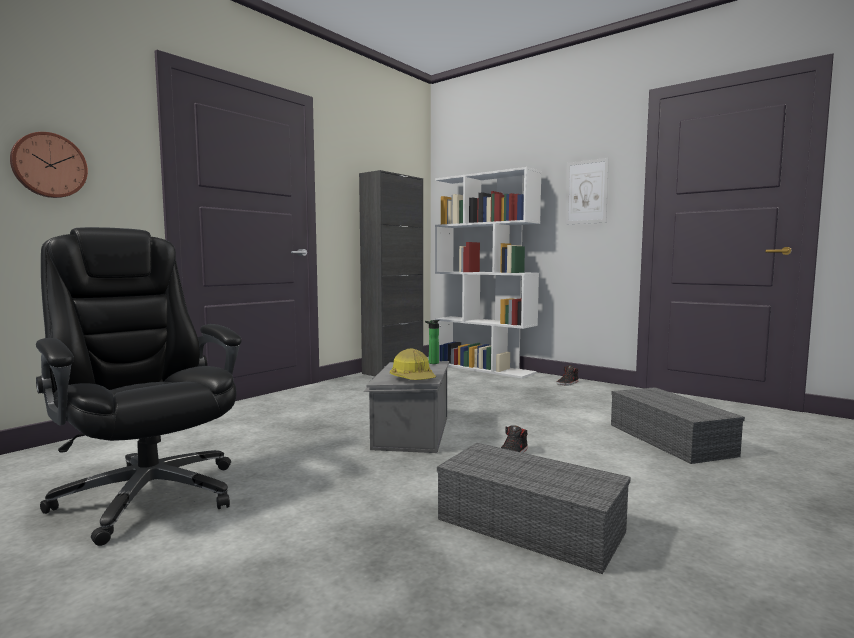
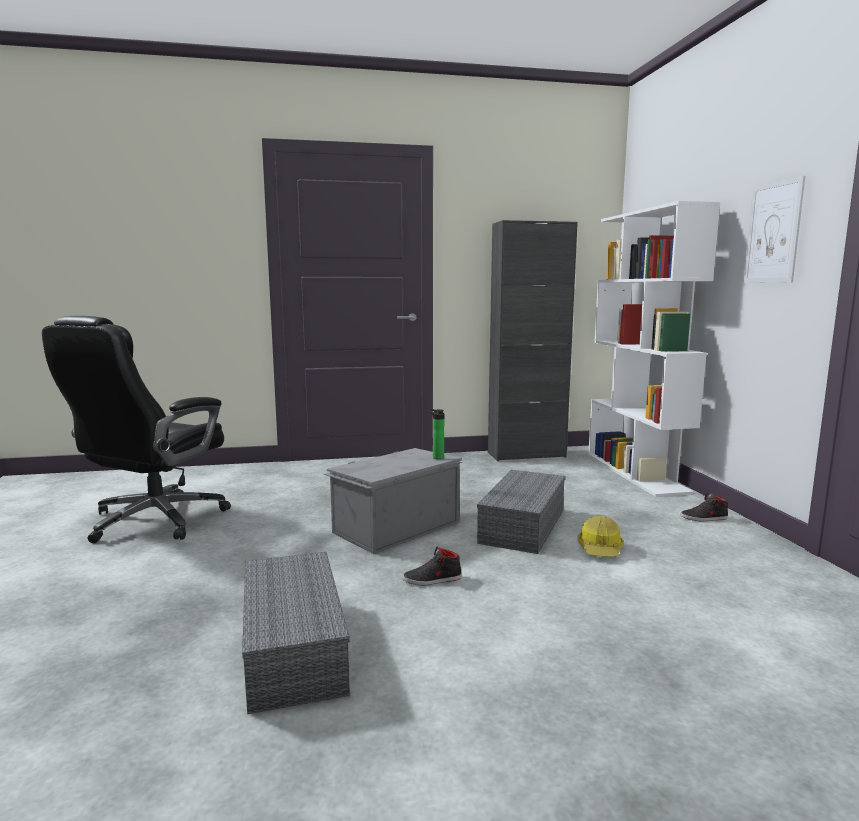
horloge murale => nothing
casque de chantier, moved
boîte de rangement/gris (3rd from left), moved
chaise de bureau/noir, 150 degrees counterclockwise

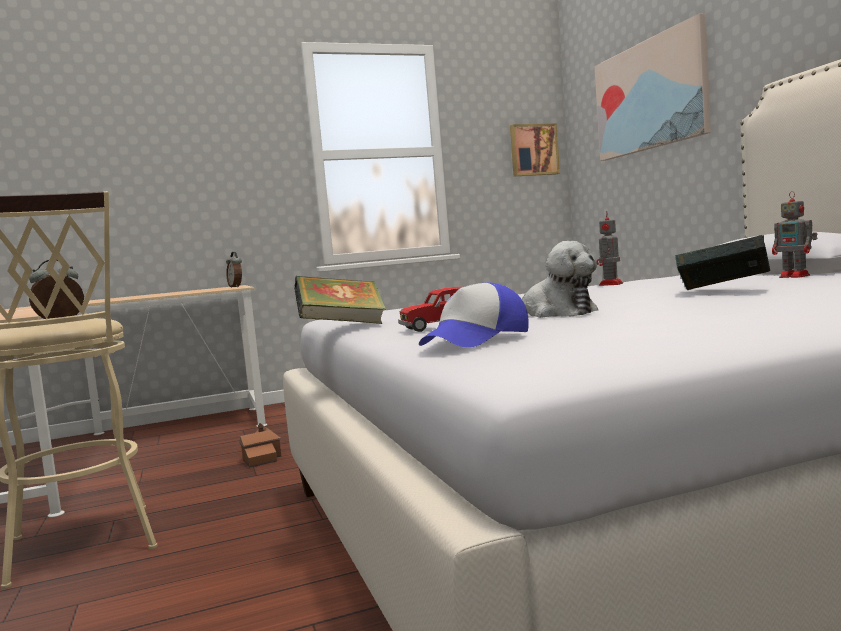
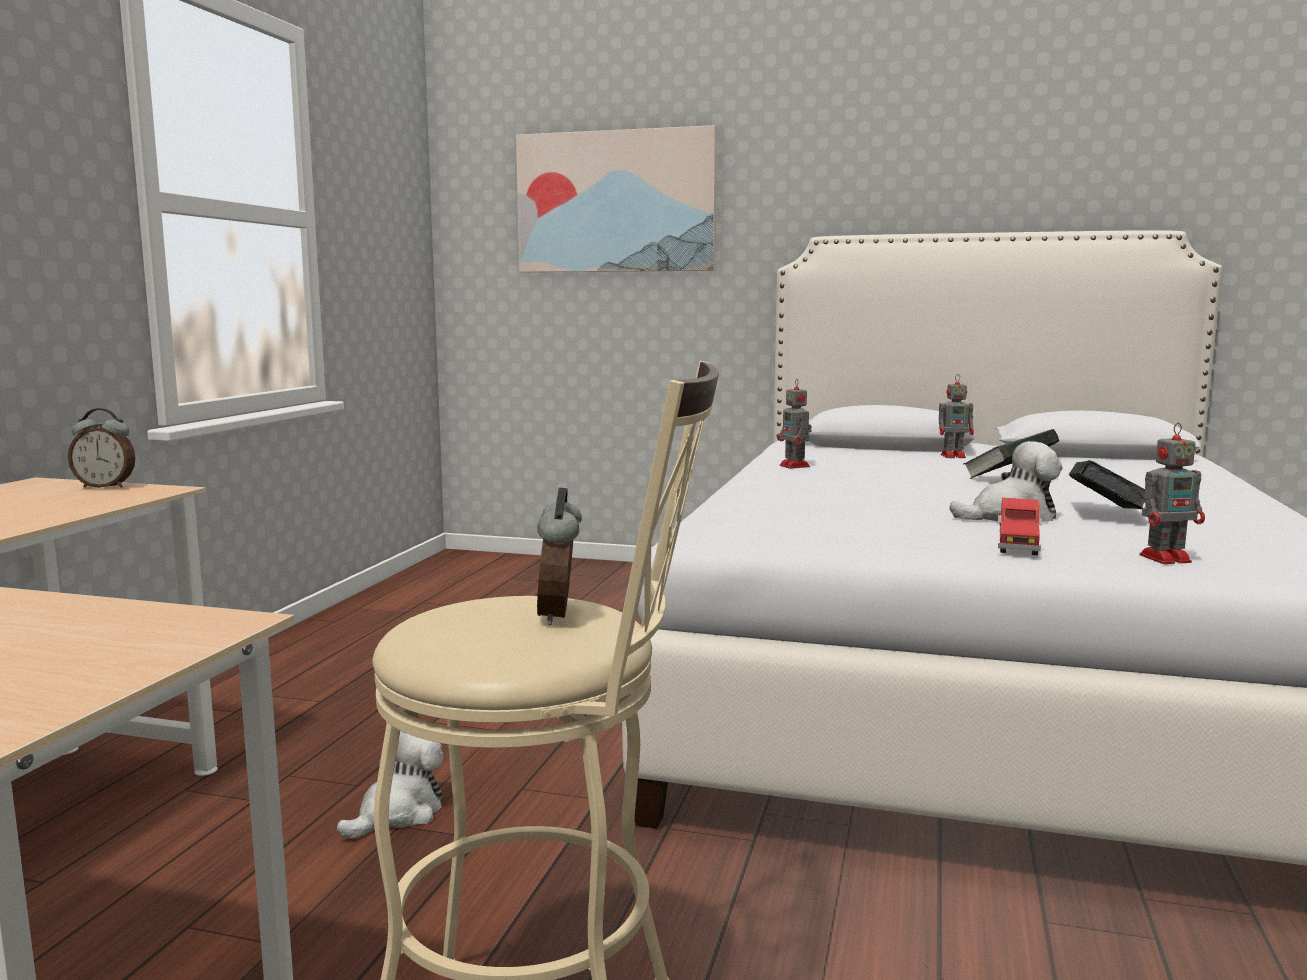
tableau (1st from left) => nothing
livre (1st from left in the first image) => livre (2nd from left), moved
maison miniature => peluche (1st from left)
casquette => robot jouet (3rd from left)

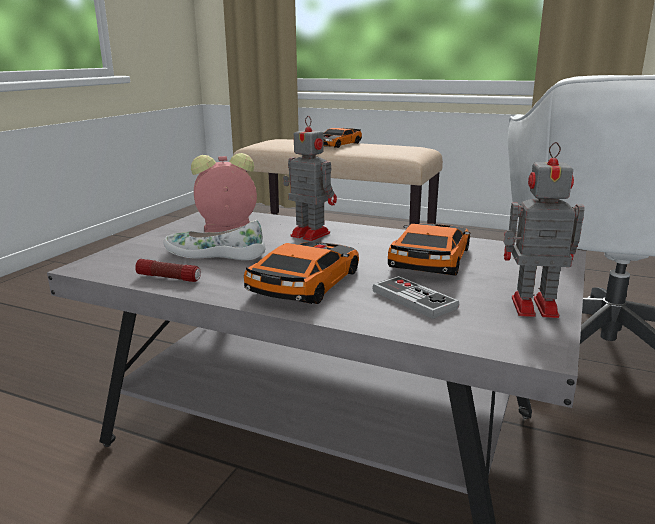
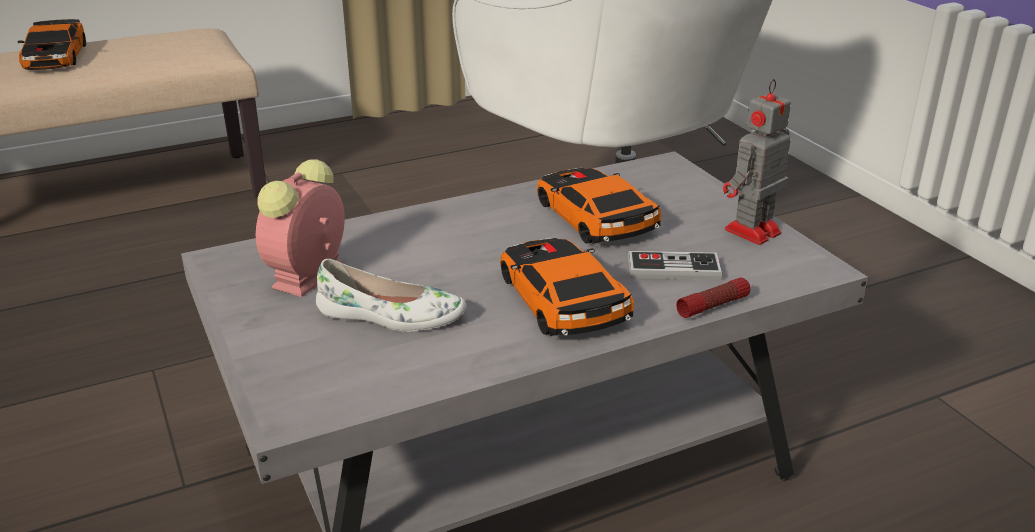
robot jouet (1st from left) => nothing
lampe de poche, moved
chaussure/blanc, 135 degrees counterclockwise

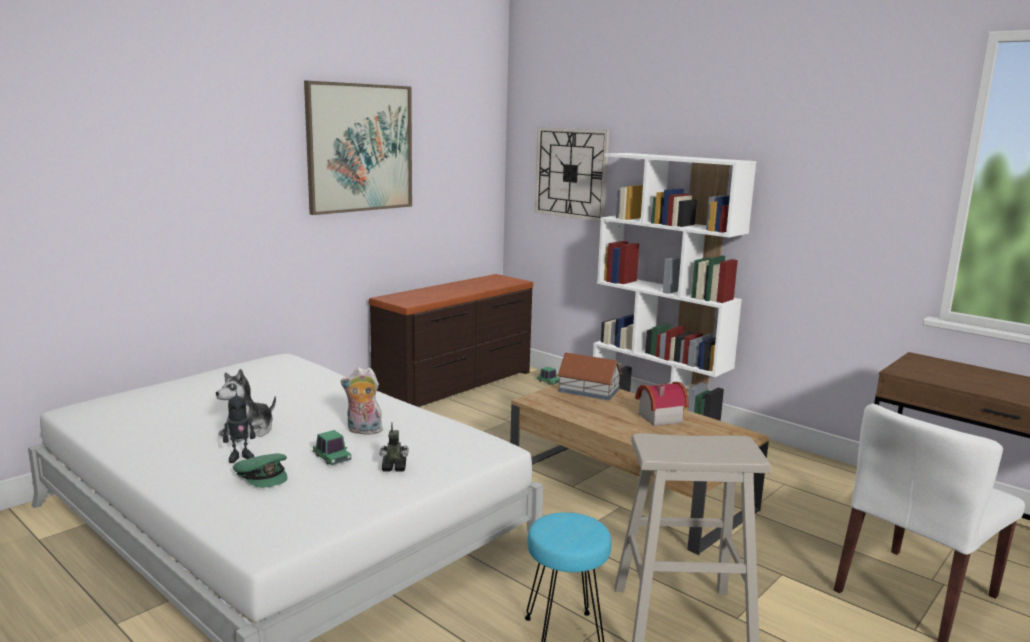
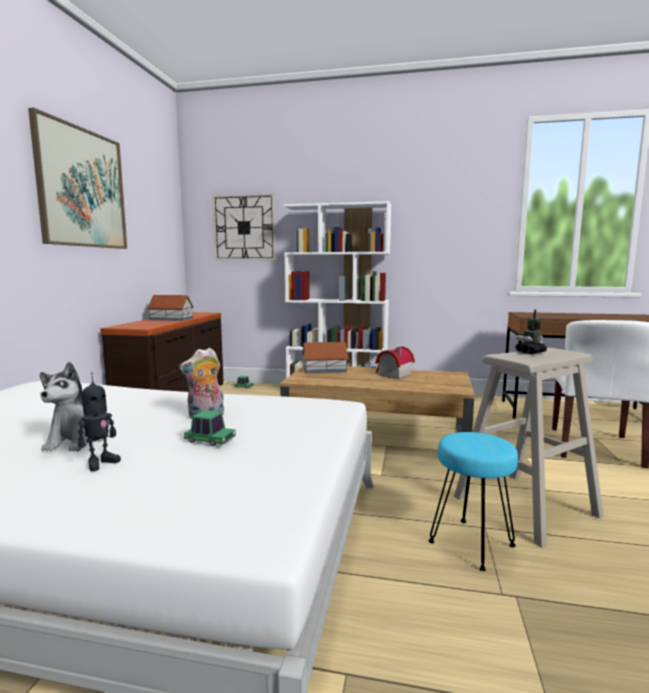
casquette/vert => nothing
nothing => maison miniature (1st from left)
robot jouet (2nd from left), moved

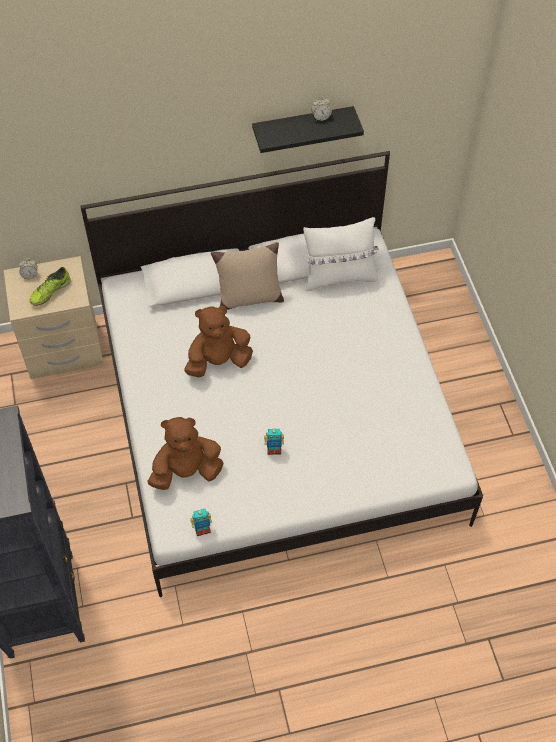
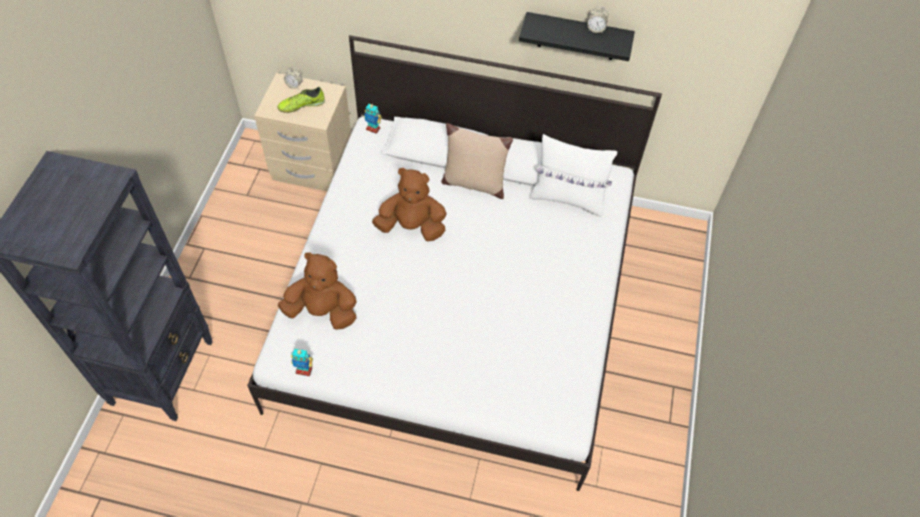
robot jouet (2nd from left), moved

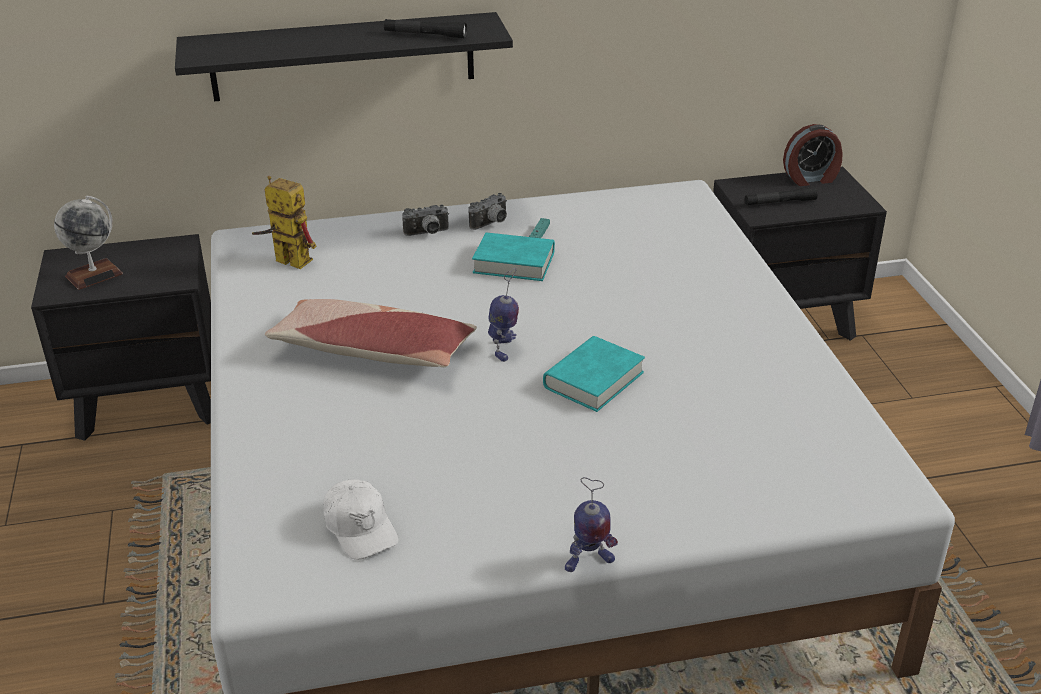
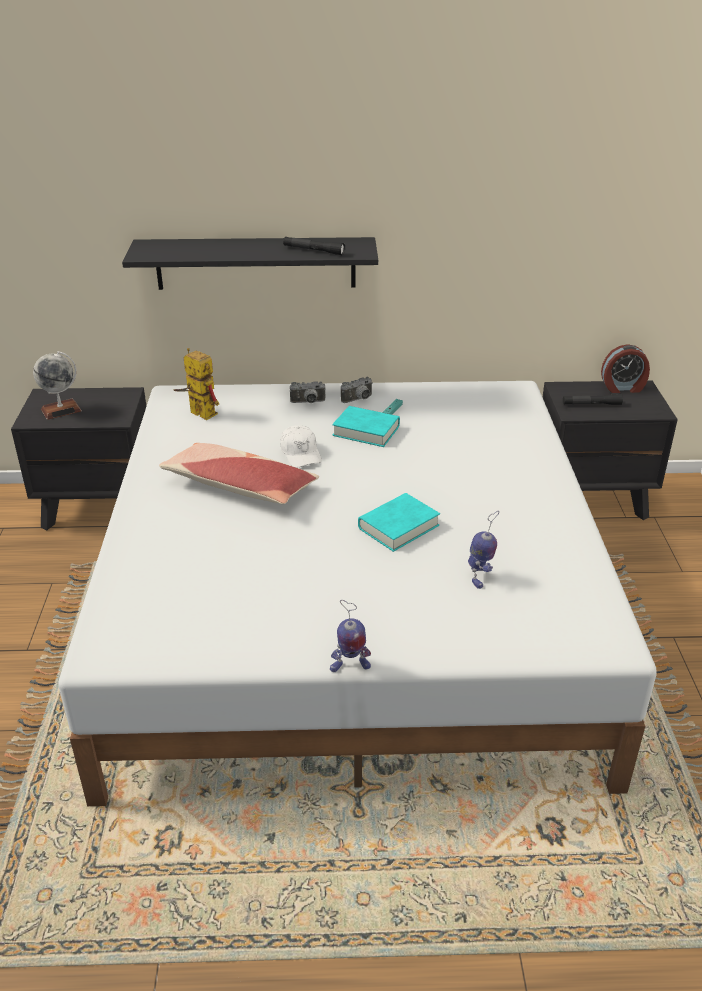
casquette/blanc, moved
robot jouet (2nd from left in the first image) => robot jouet (3rd from left), moved

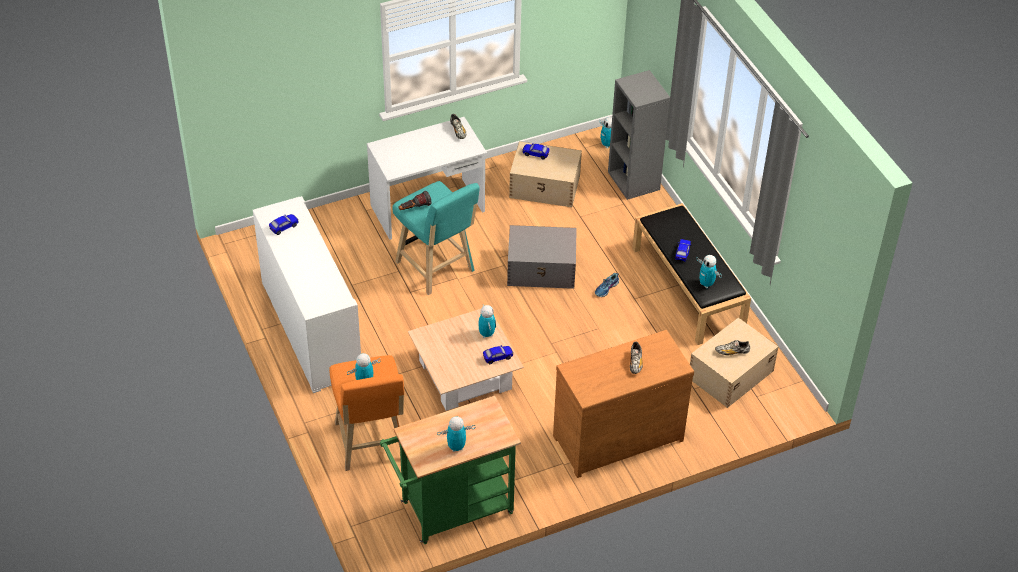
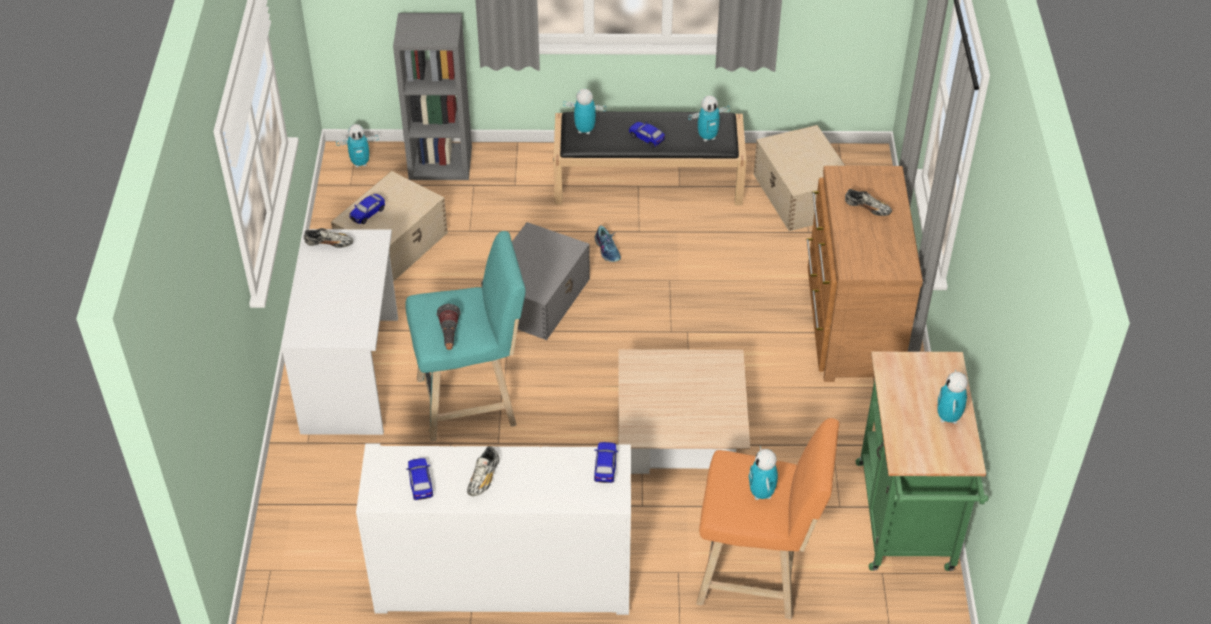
robot jouet (3rd from left in the first image) => robot jouet (2nd from left), moved
petite voiture (2nd from left in the first image) => petite voiture (3rd from left), moved
chaussure (4th from left in the first image) => chaussure (2nd from left), moved

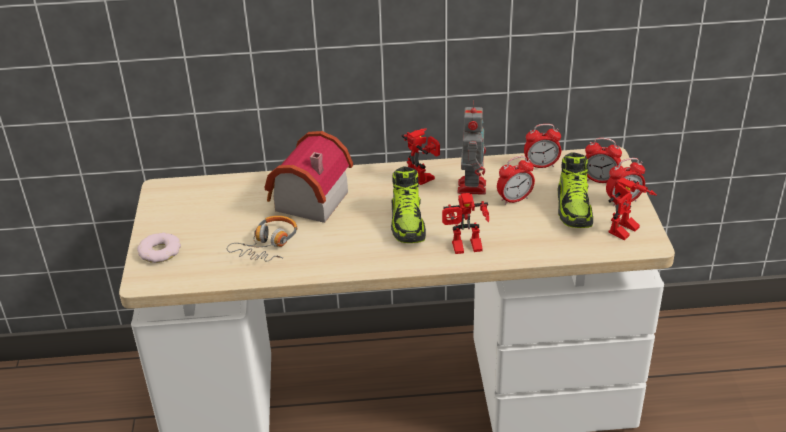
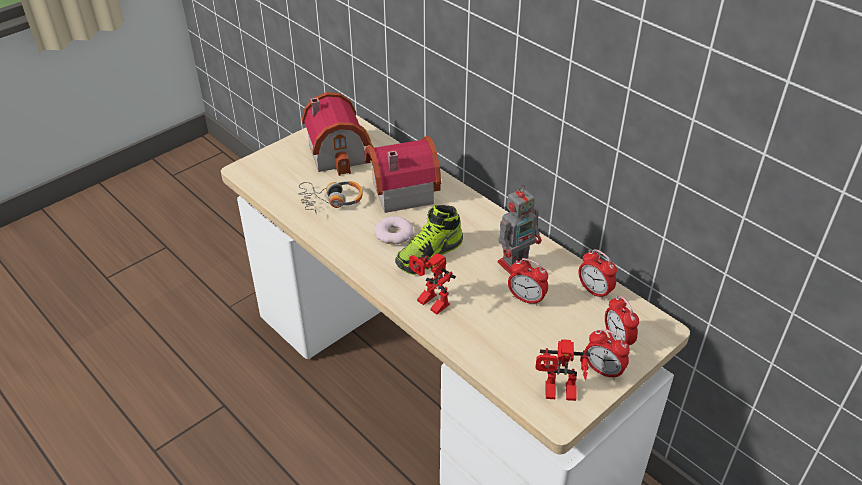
robot jouet (1st from left) => nothing
chaussure (2nd from left) => nothing
nothing => maison miniature (1st from left)
beignet, moved

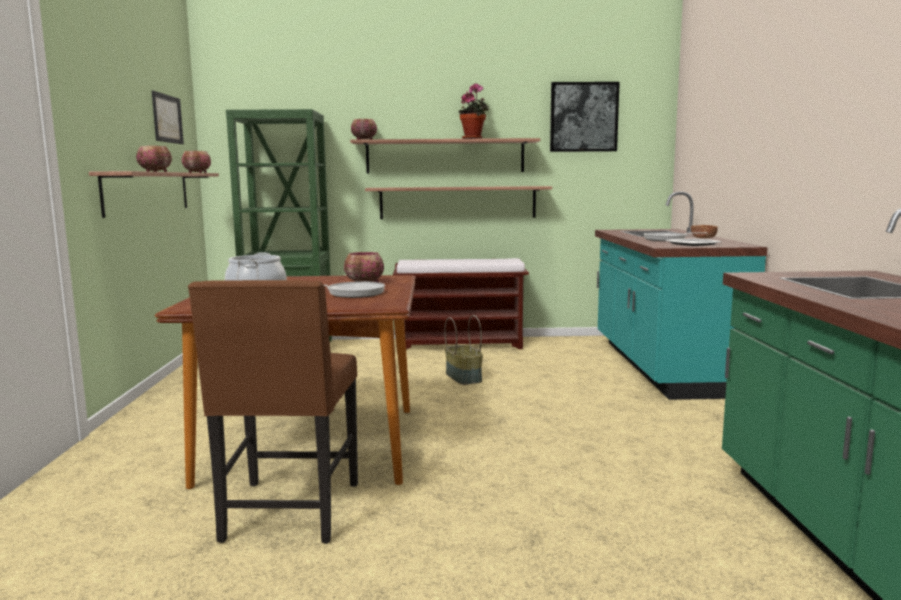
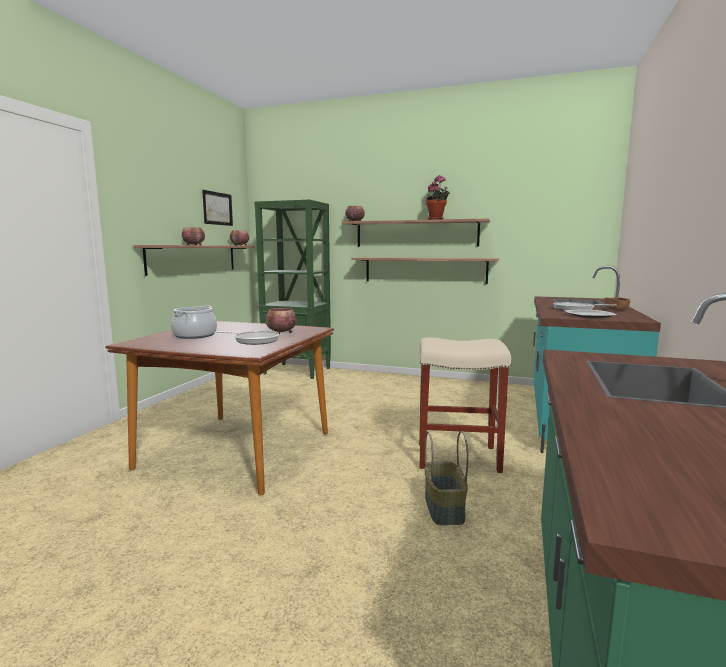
chaise/marron => nothing
banc/marron => nothing
tableau (2nd from left) => nothing
nothing => tabouret/beige
panier, moved

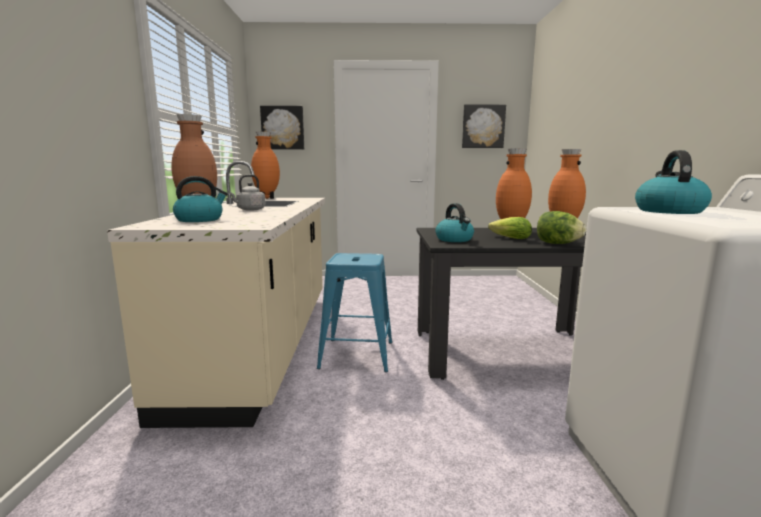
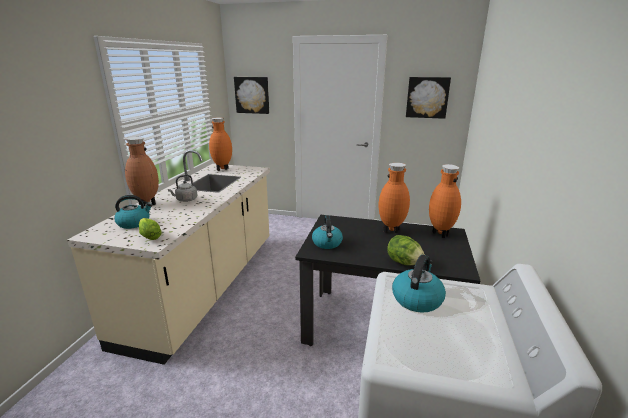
tabouret/bleu => nothing
laitue (1st from left), moved

